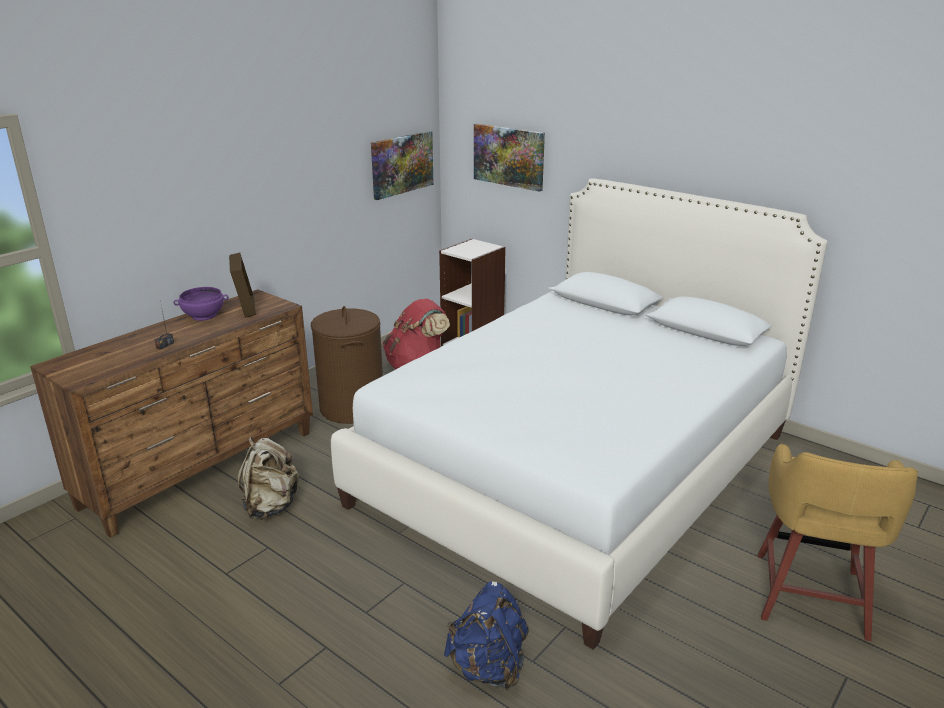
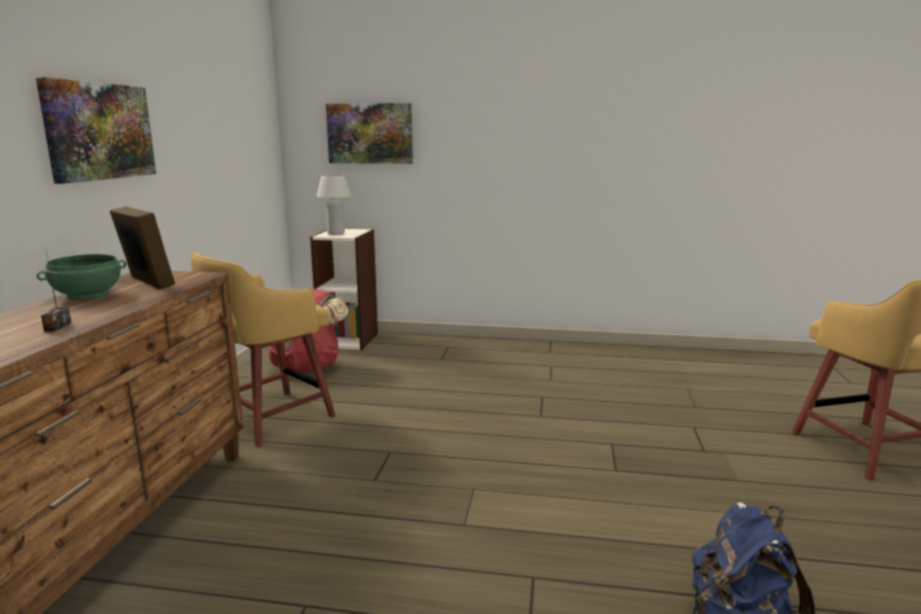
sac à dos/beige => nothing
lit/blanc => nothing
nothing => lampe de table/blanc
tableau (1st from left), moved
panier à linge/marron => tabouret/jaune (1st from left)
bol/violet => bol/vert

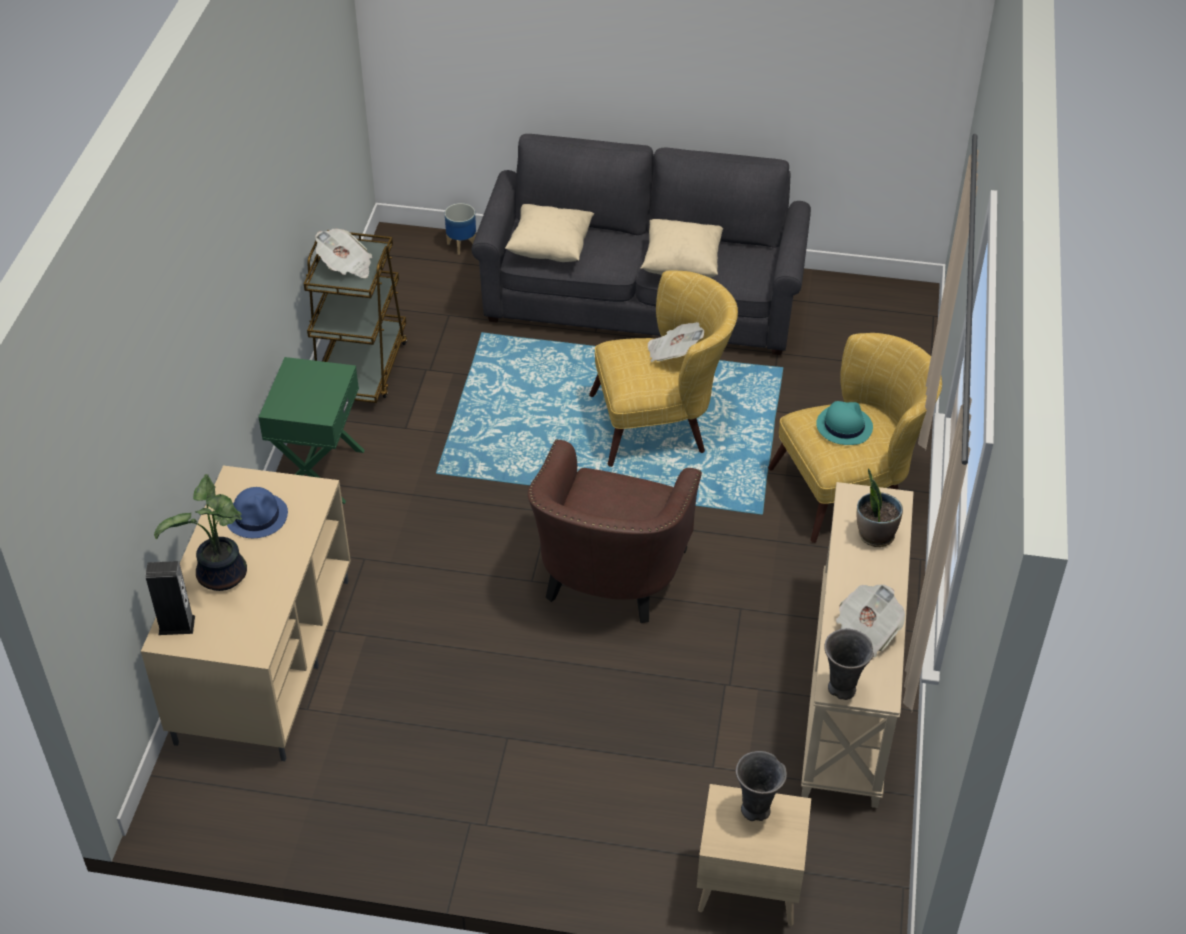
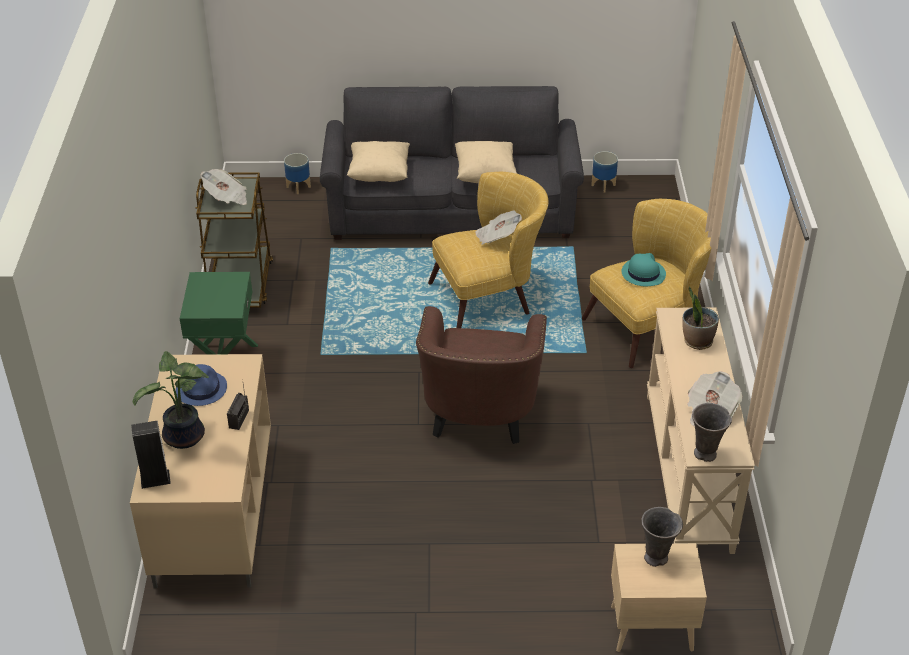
nothing => radio
nothing => cache-pot (2nd from left)

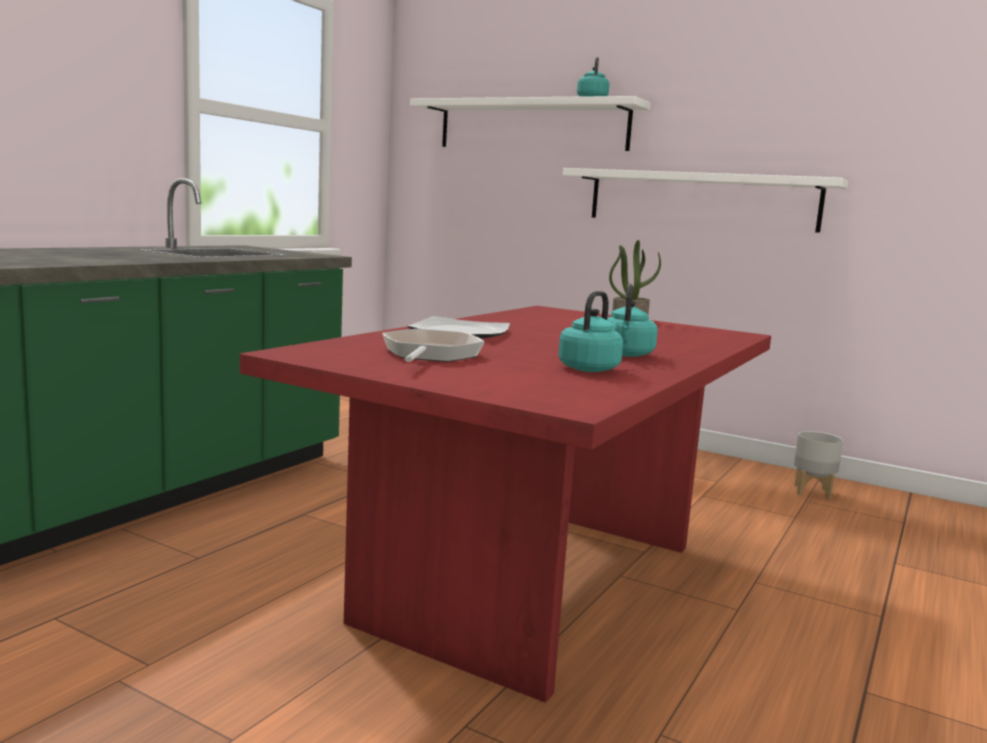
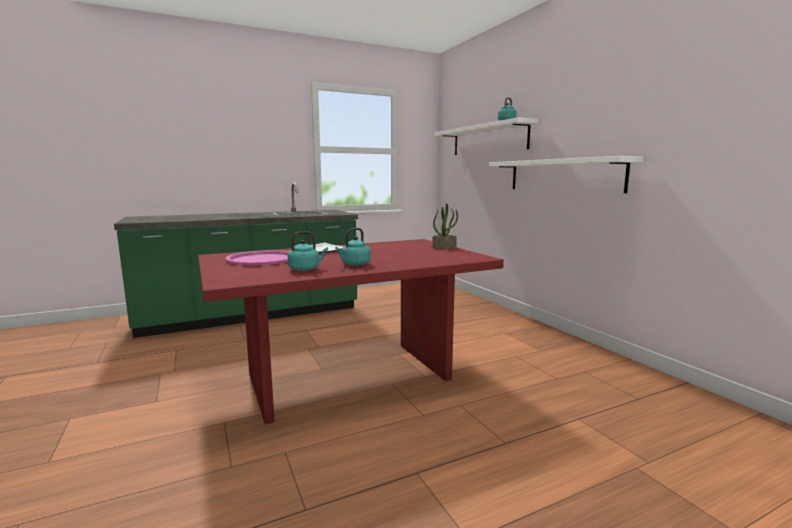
cache-pot/gris => nothing
poêle => plateau/rose

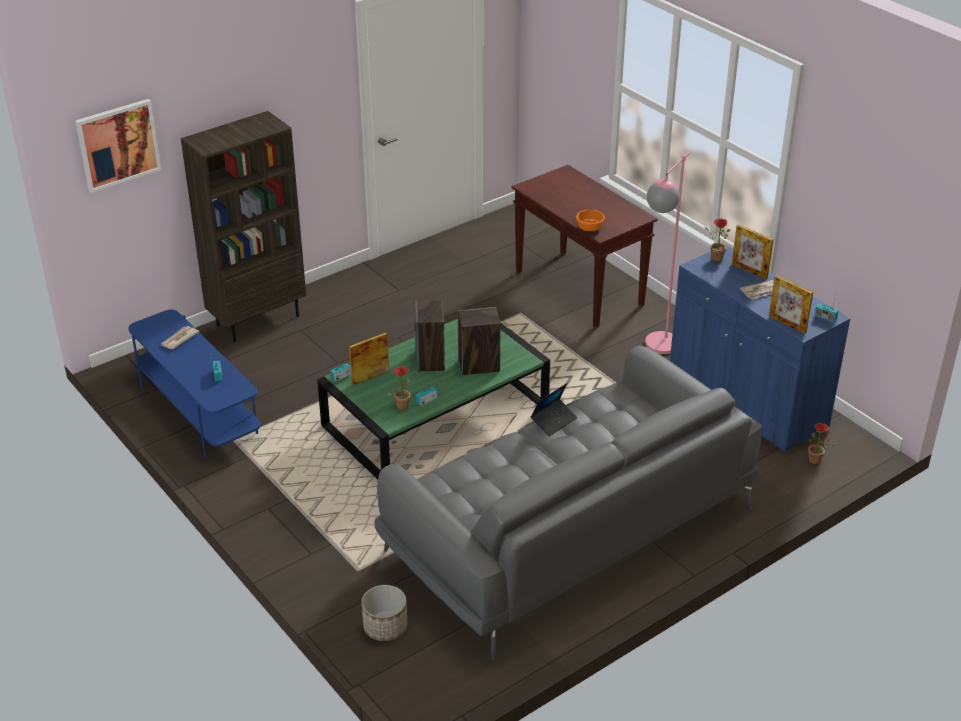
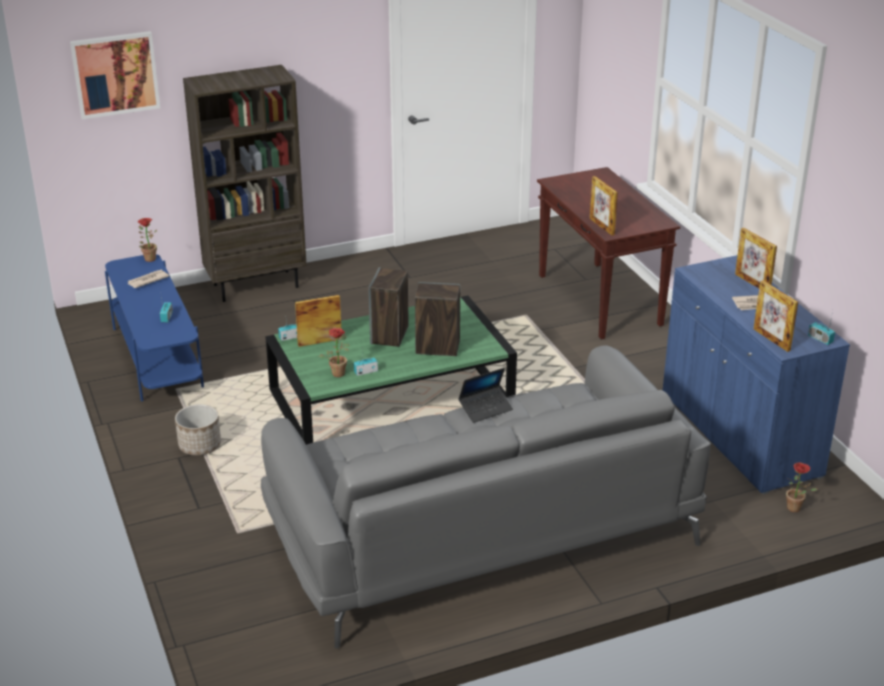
lampadaire/rose => nothing
cache-pot, moved
plante en pot (2nd from left in the first image) => plante en pot (1st from left), moved
bol/orange => cadre photo (2nd from left)

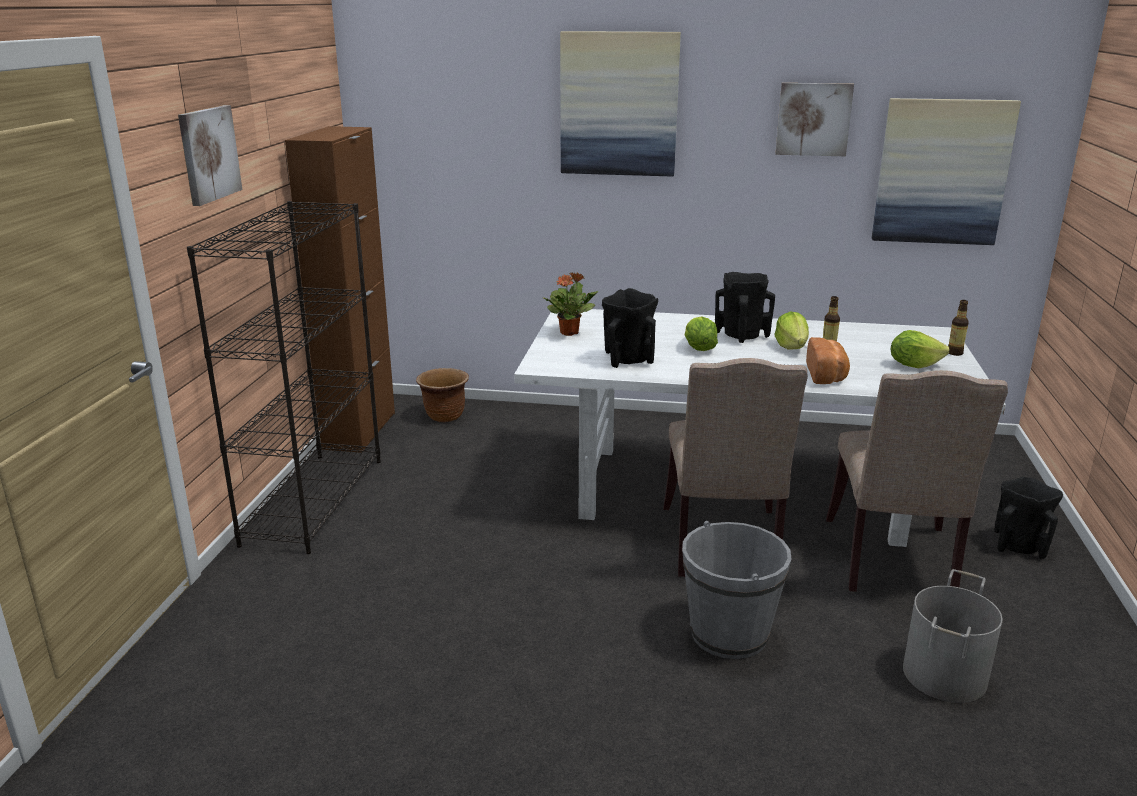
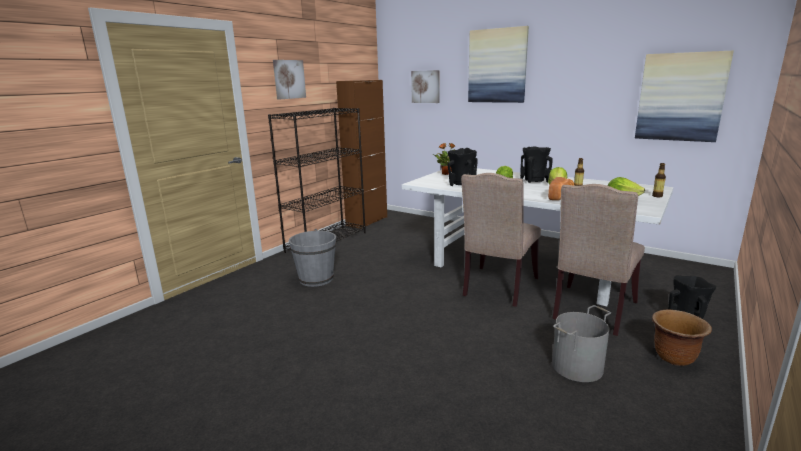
cache-pot/marron, moved
seau/gris (1st from left), moved
tableau (3rd from left in the first image) => tableau (2nd from left), moved

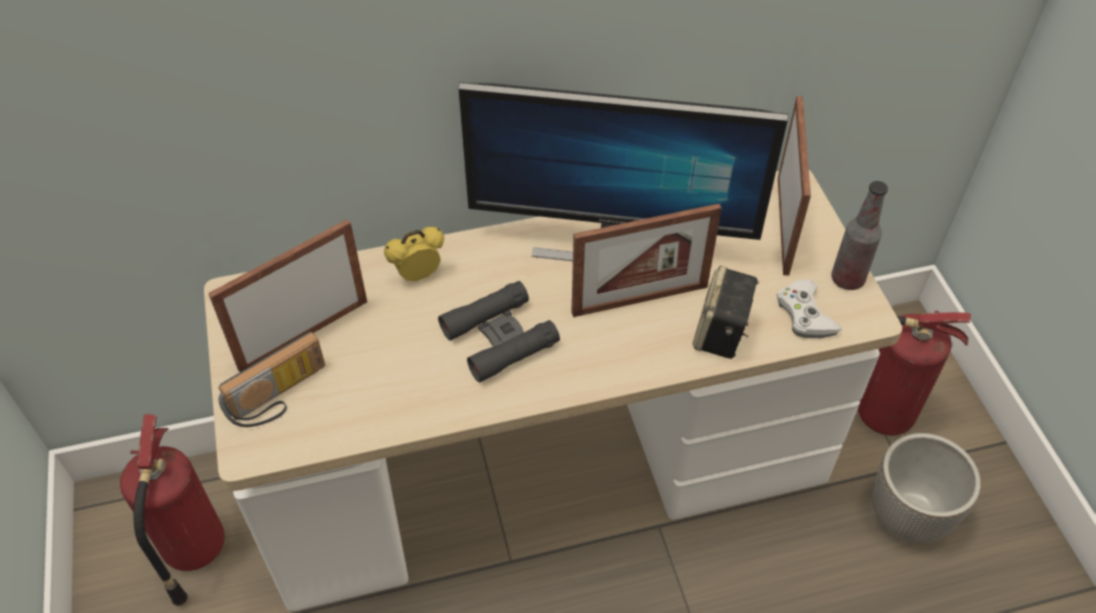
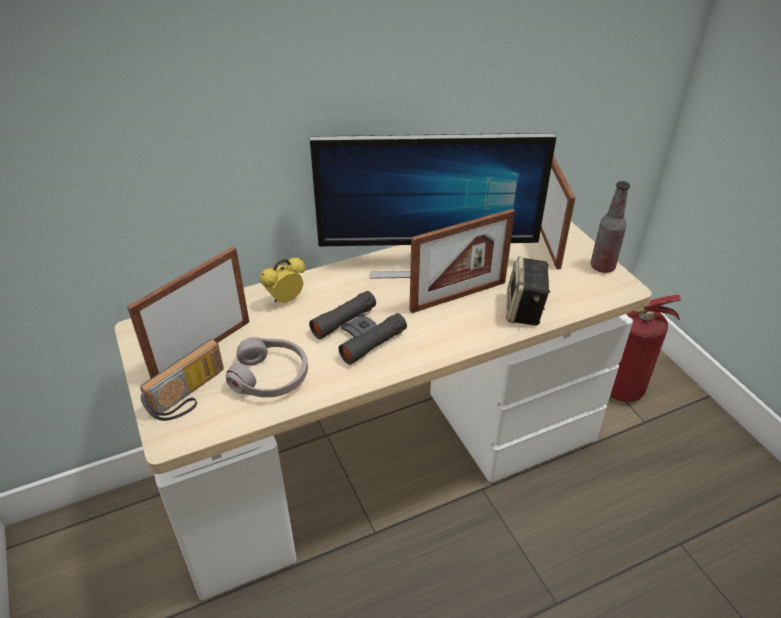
extincteur (1st from left) => nothing
manette/blanc => nothing
cache-pot => nothing
nothing => casque audio/gris

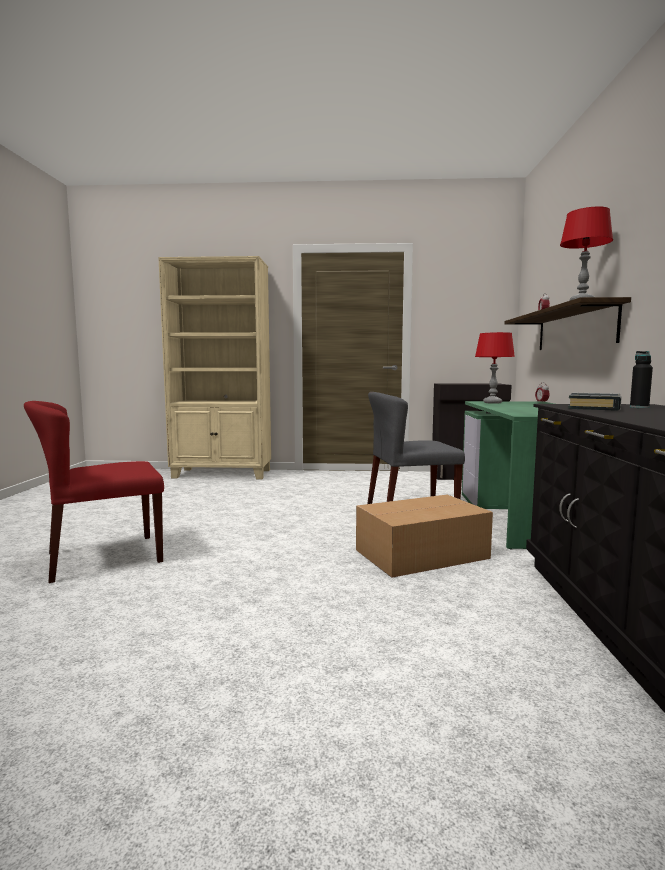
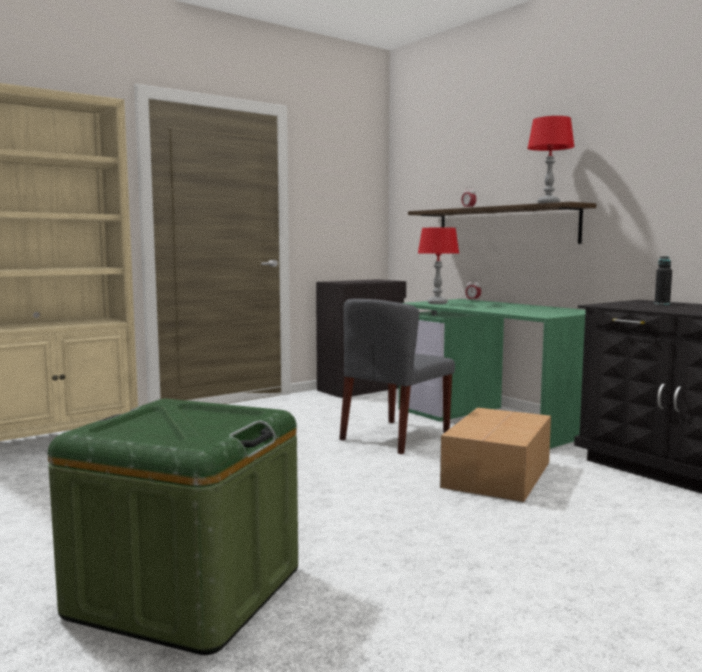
livre/noir => nothing
chaise/rouge => boîte de rangement/vert

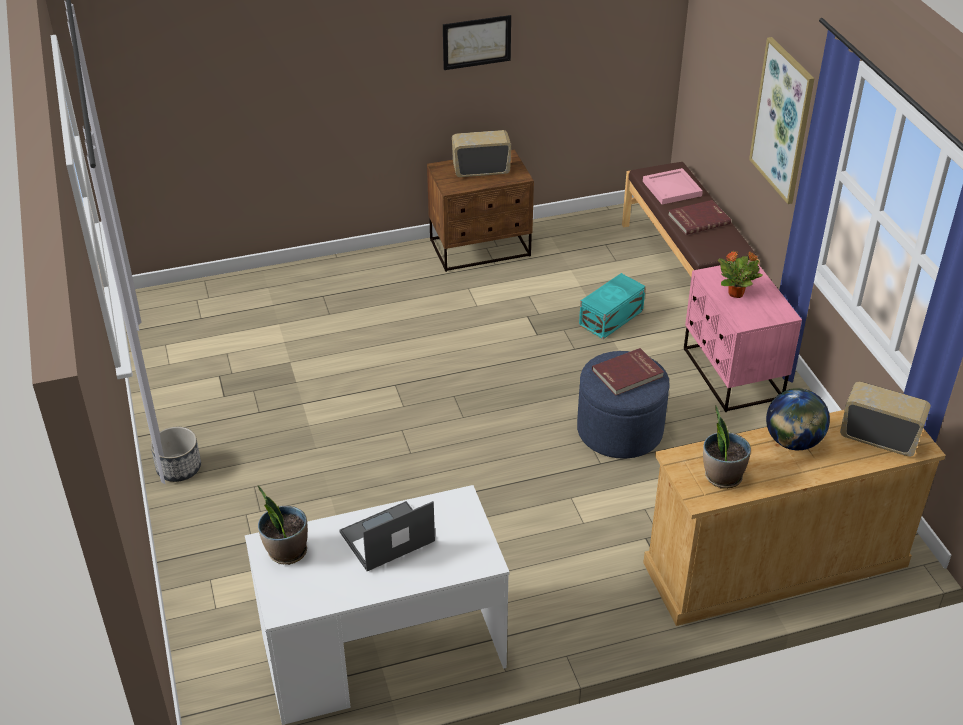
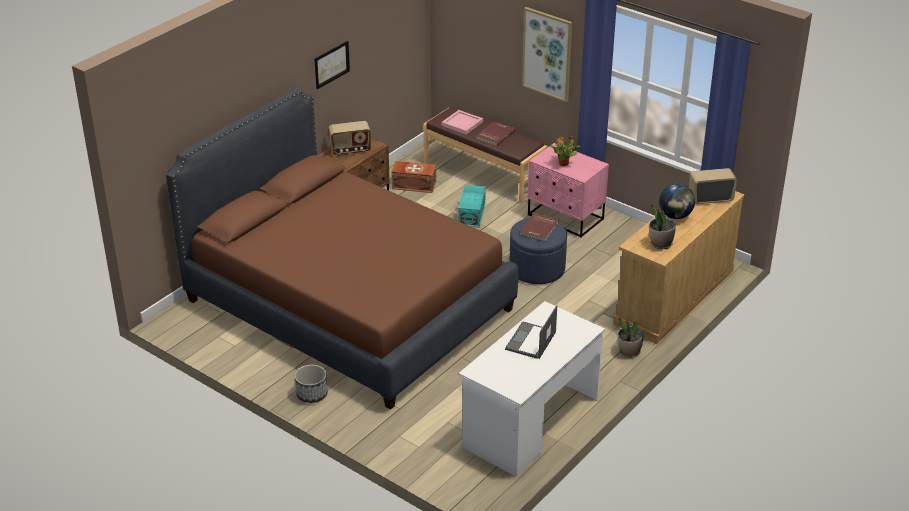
nothing => lit/marron
nothing => boîte de rangement/marron
plante en pot (1st from left in the first image) => plante en pot (2nd from left), moved
radio (1st from left), 150 degrees counterclockwise

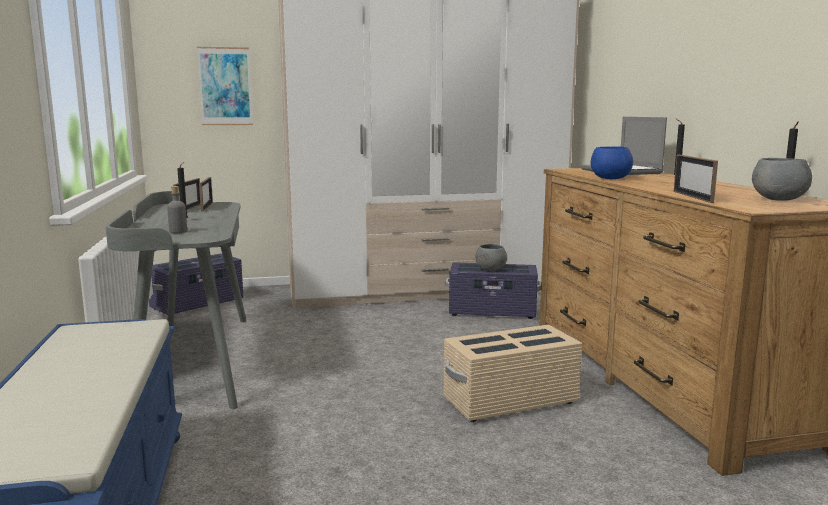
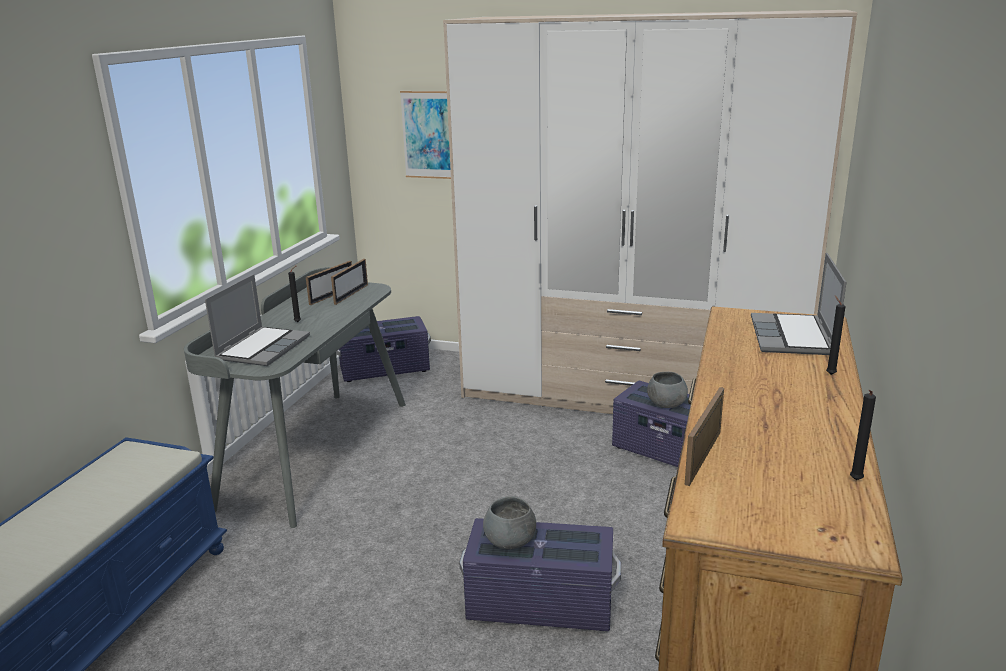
bol/bleu => nothing
bol/gris (2nd from left in the first image) => bol/gris (1st from left), moved
bouteille/gris => ordinateur portable (1st from left)
boîte de rangement/beige => boîte de rangement/violet (2nd from left)

